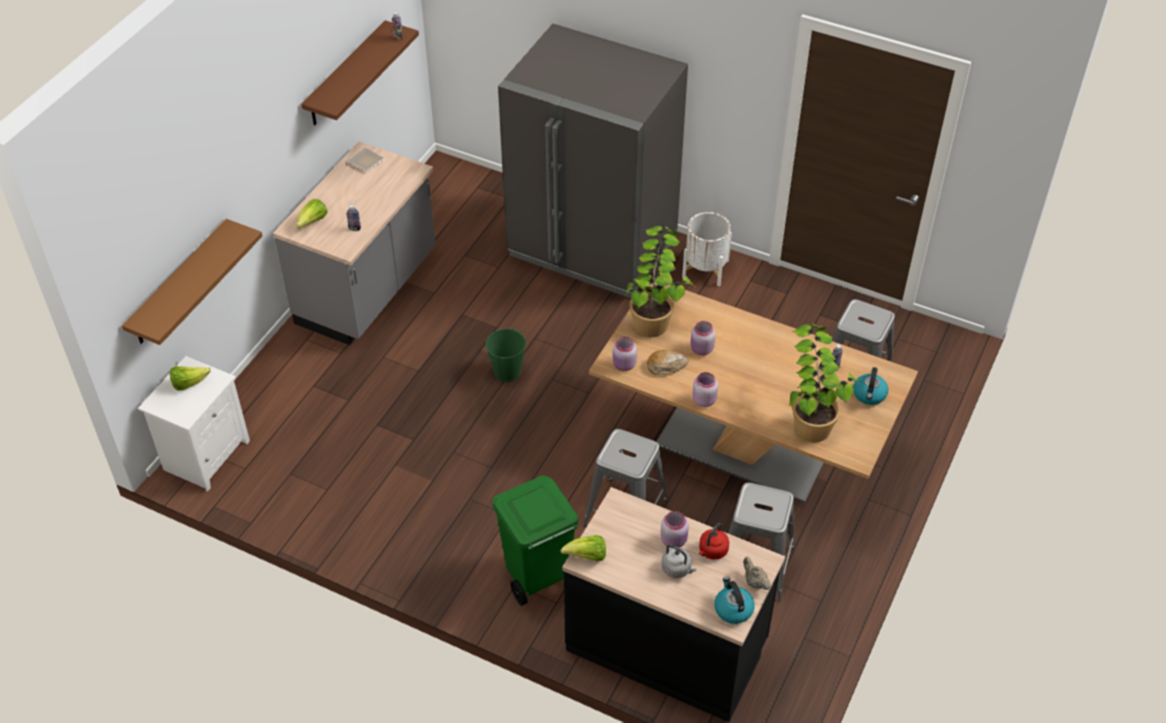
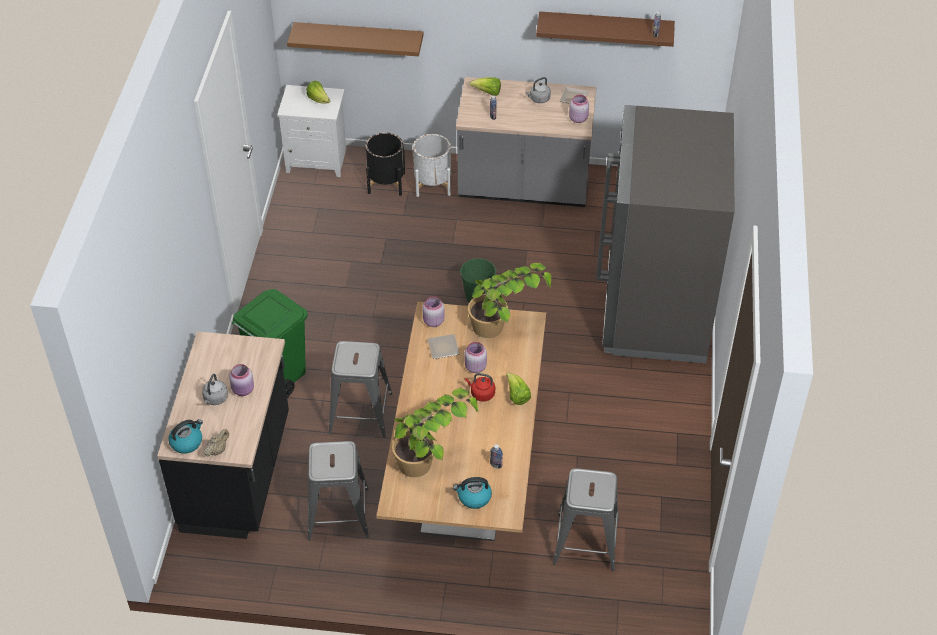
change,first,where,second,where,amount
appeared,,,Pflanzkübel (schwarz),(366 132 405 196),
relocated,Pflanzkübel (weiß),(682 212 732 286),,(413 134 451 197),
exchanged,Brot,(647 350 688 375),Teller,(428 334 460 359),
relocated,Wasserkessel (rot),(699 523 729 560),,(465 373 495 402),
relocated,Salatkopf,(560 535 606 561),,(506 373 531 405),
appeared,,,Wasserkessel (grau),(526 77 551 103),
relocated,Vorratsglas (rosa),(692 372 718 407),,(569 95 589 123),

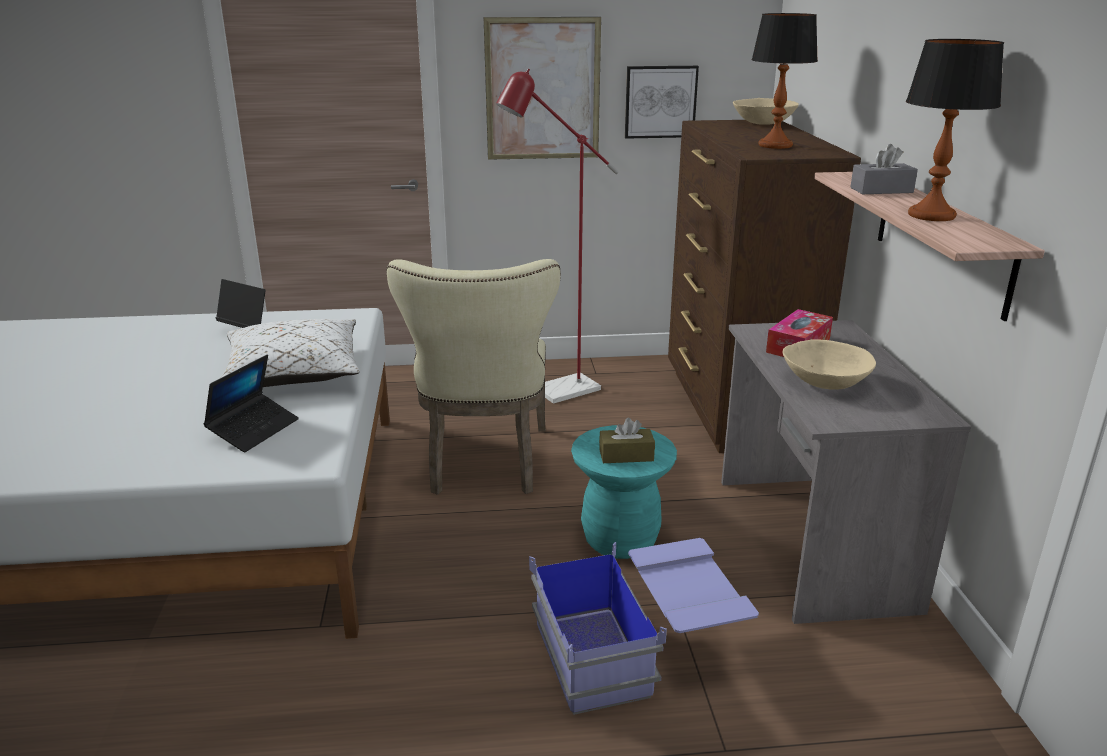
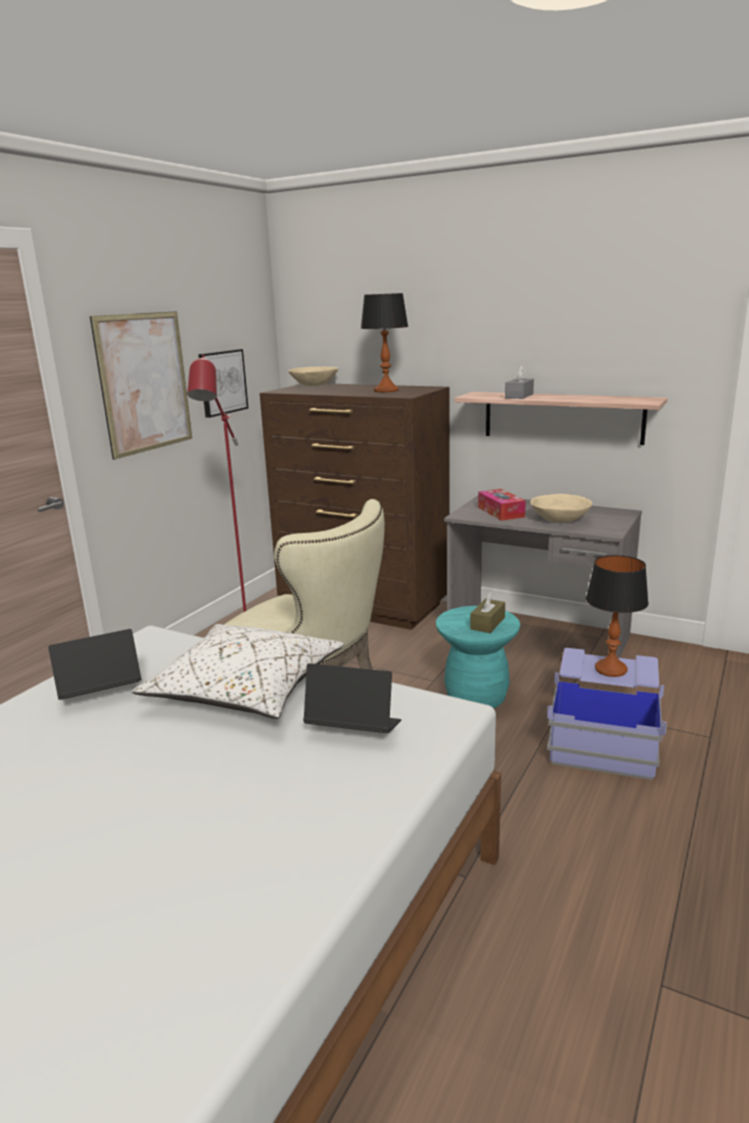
change,first,where,second,where,amount
spun,Laptop,(203 355 299 452),,(303 663 401 733),45 degrees counterclockwise
relocated,Tischlampe,(906 39 1004 221),,(586 555 649 677),

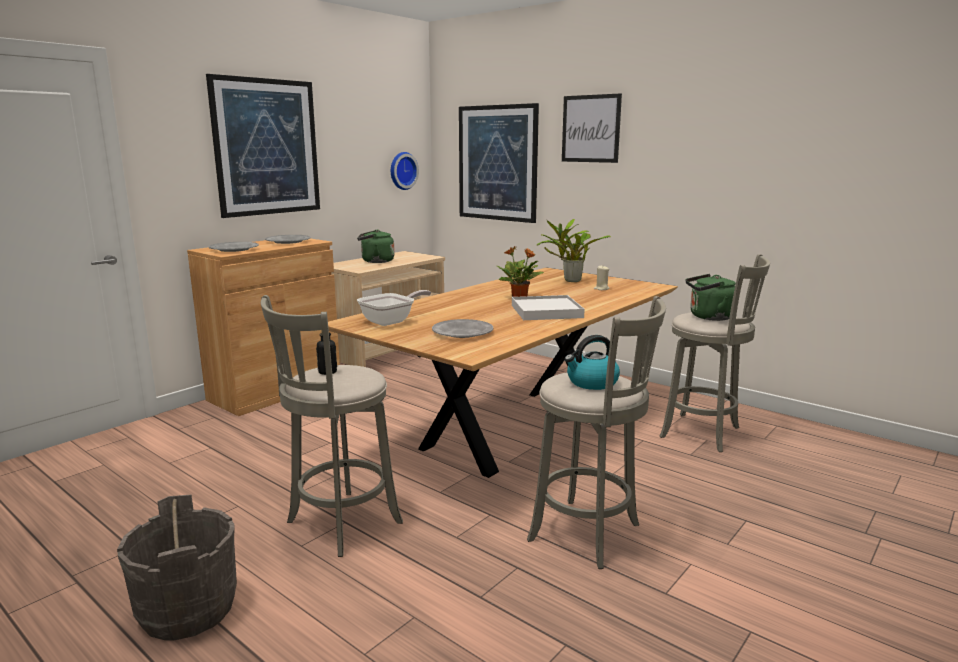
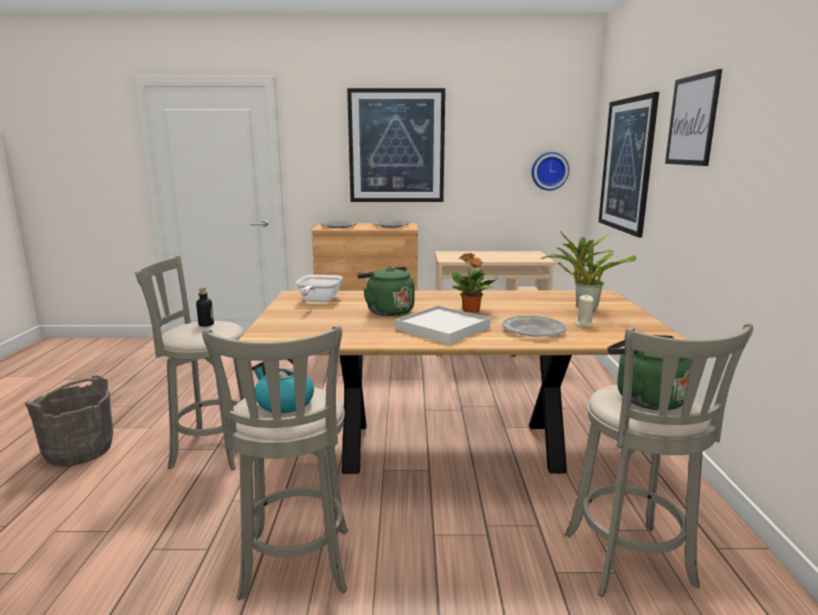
change,first,where,second,where,amount
spun,Pfanne,(357 290 431 326),,(295 275 343 302),90 degrees clockwise
relocated,Wasserkessel (grün),(357 230 394 263),,(358 267 414 316),
relocated,Teller (grau),(432 319 493 338),,(502 316 566 337),

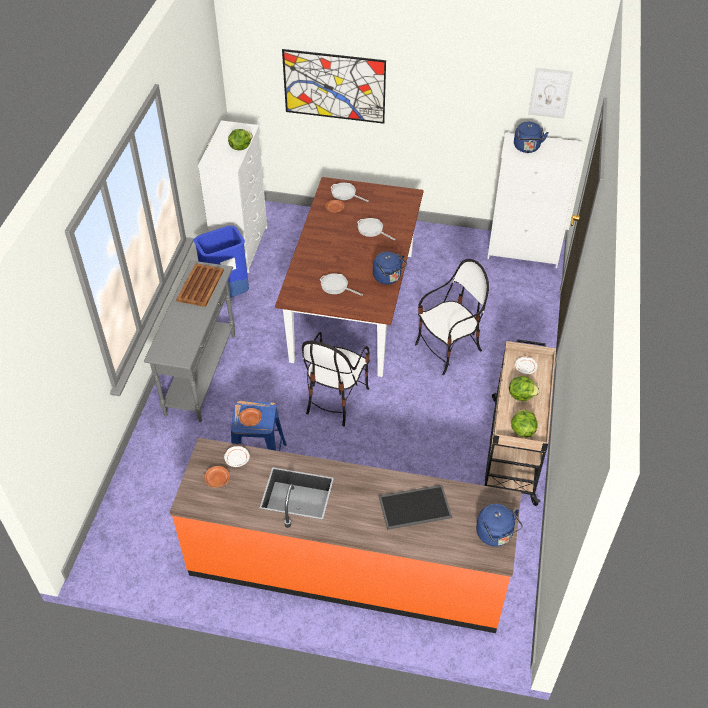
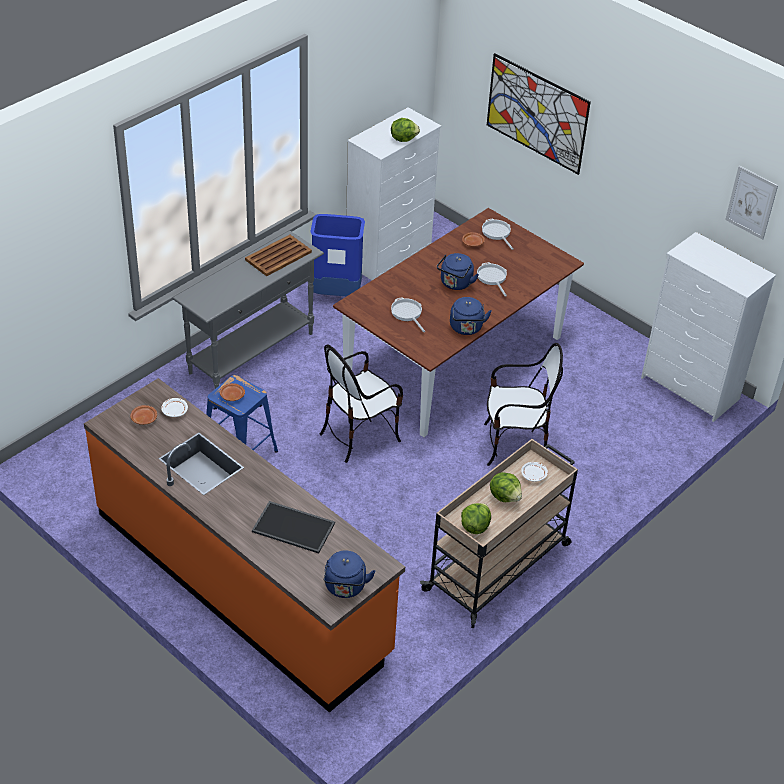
change,first,where,second,where,amount
relocated,Wasserkessel (blau),(514 122 549 153),,(437 253 479 290),

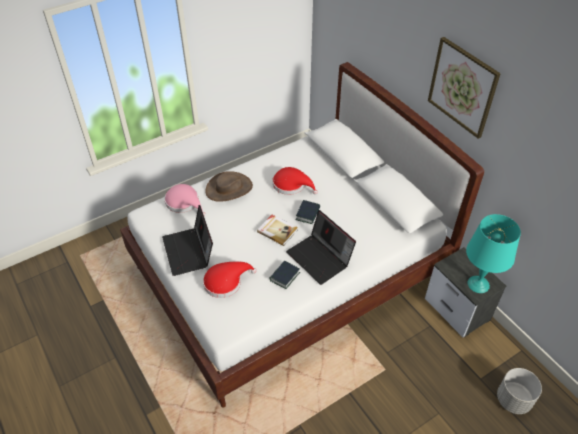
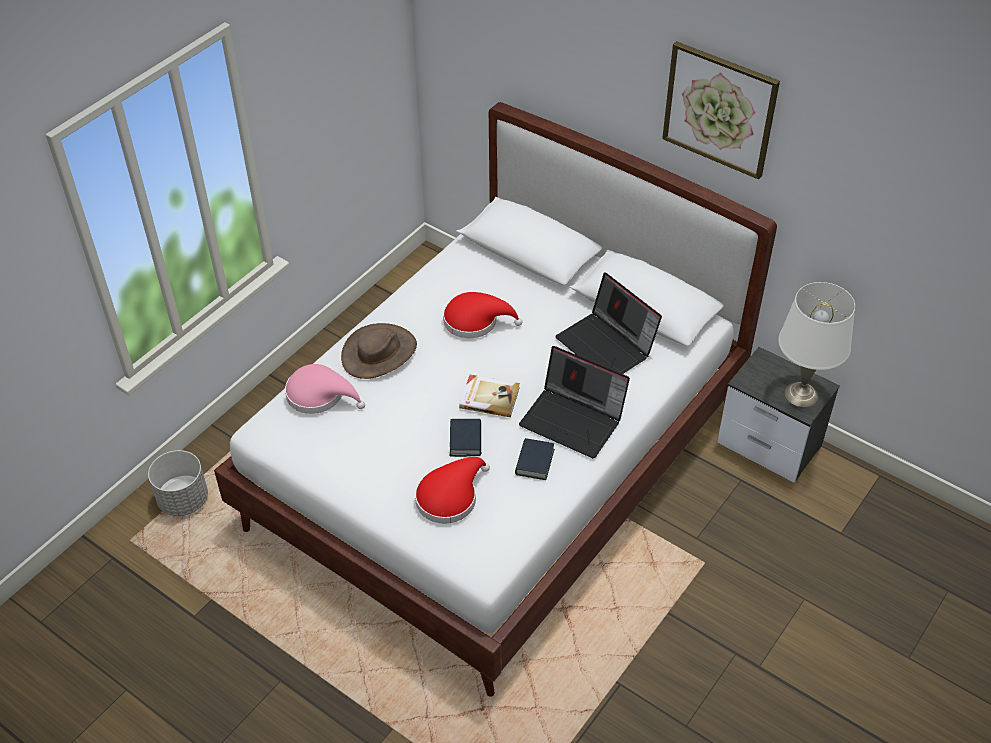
change,first,where,second,where,amount
relocated,Pflanzkübel (grau),(497 368 542 414),,(148 450 208 516),
relocated,Buch,(295 200 320 224),,(450 419 481 457),
relocated,Laptop,(162 205 213 276),,(555 272 662 374),
colour,Tischlampe (türkis),(466 214 521 293),Tischlampe (weiß),(778 282 855 407),

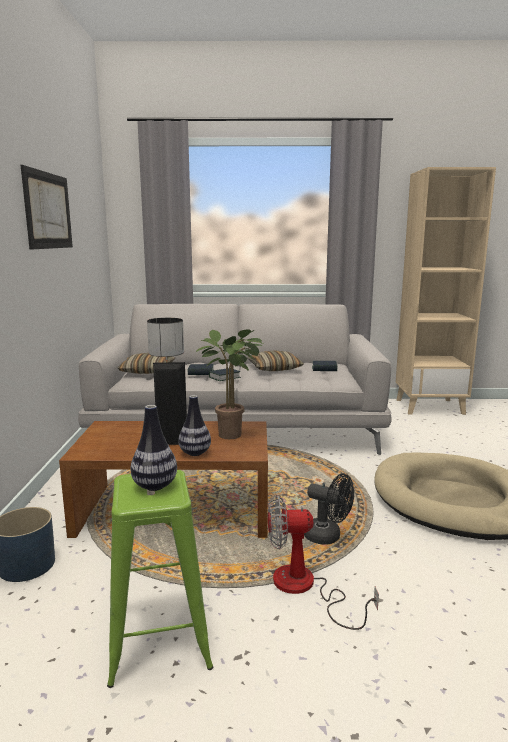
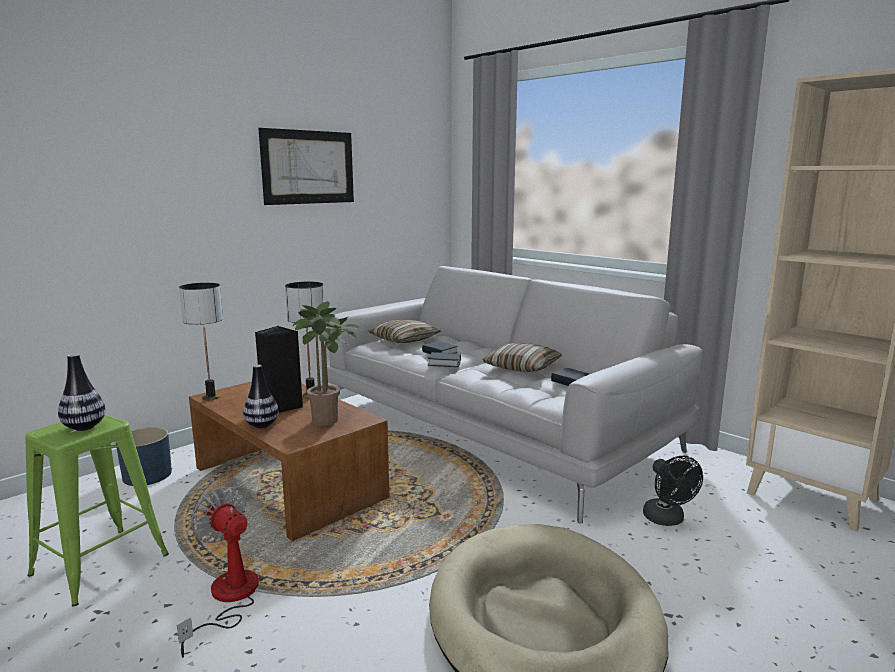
change,first,where,second,where,amount
appeared,,,Tischlampe,(179 283 223 401),
relocated,Ventilator (schwarz),(304 474 354 545),,(643 456 703 526),

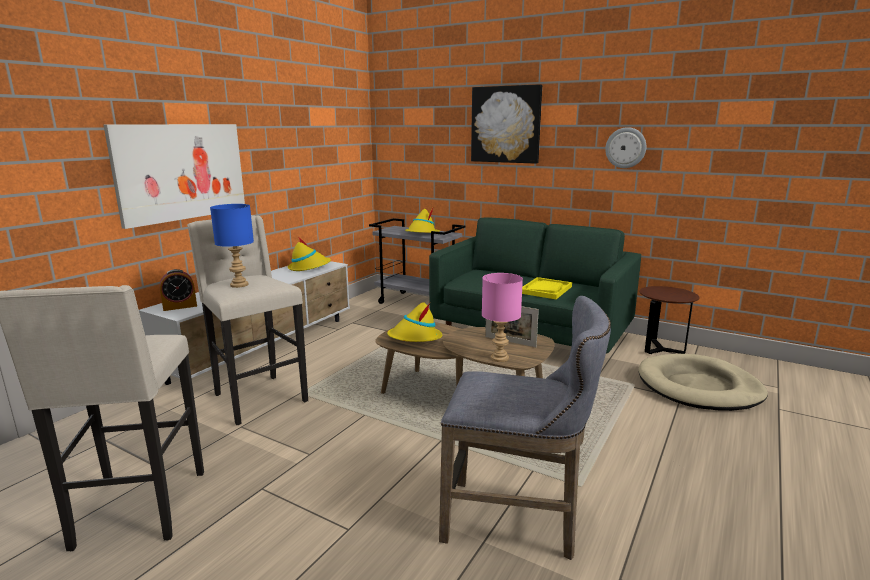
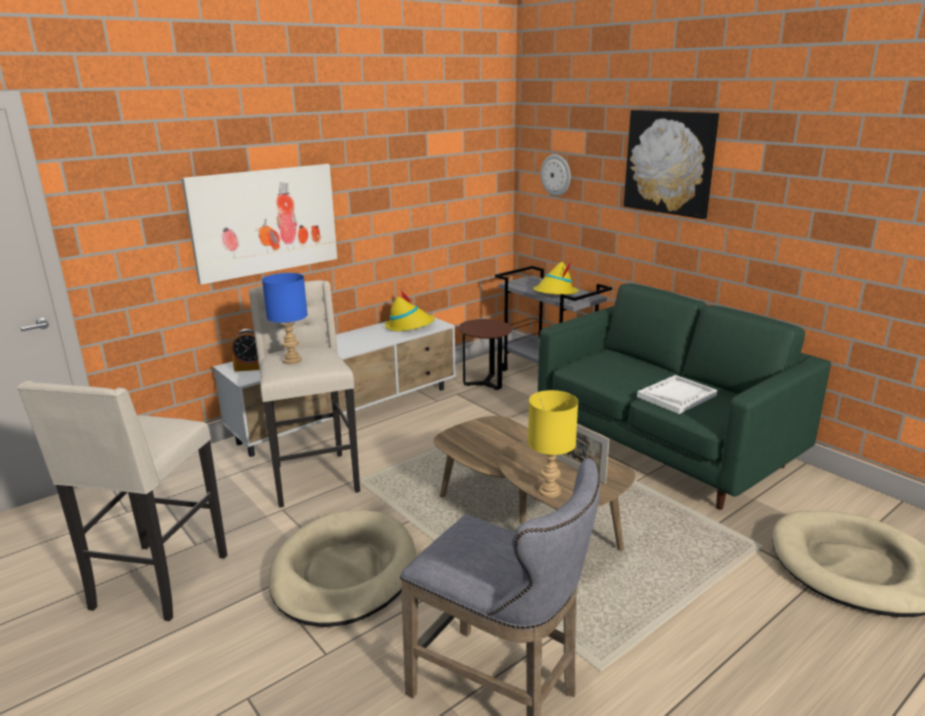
change,first,where,second,where,amount
appeared,,,Hundebett (beige),(268 510 416 627),
relocated,Beistelltisch (braun),(639 286 700 354),,(458 319 512 390),
colour,Tischlampe (rosa),(482 273 523 362),Tischlampe (gelb),(528 390 578 498),
relocated,Wanduhr,(605 127 646 168),,(541 154 571 196),
colour,Tablett (gelb),(522 277 572 299),Tablett (weiß),(637 375 717 414),
missing,Hut (gelb),(387 302 442 342),,,

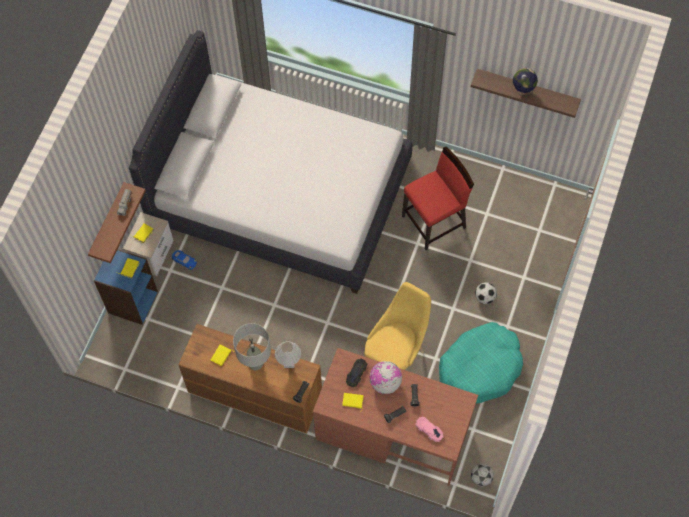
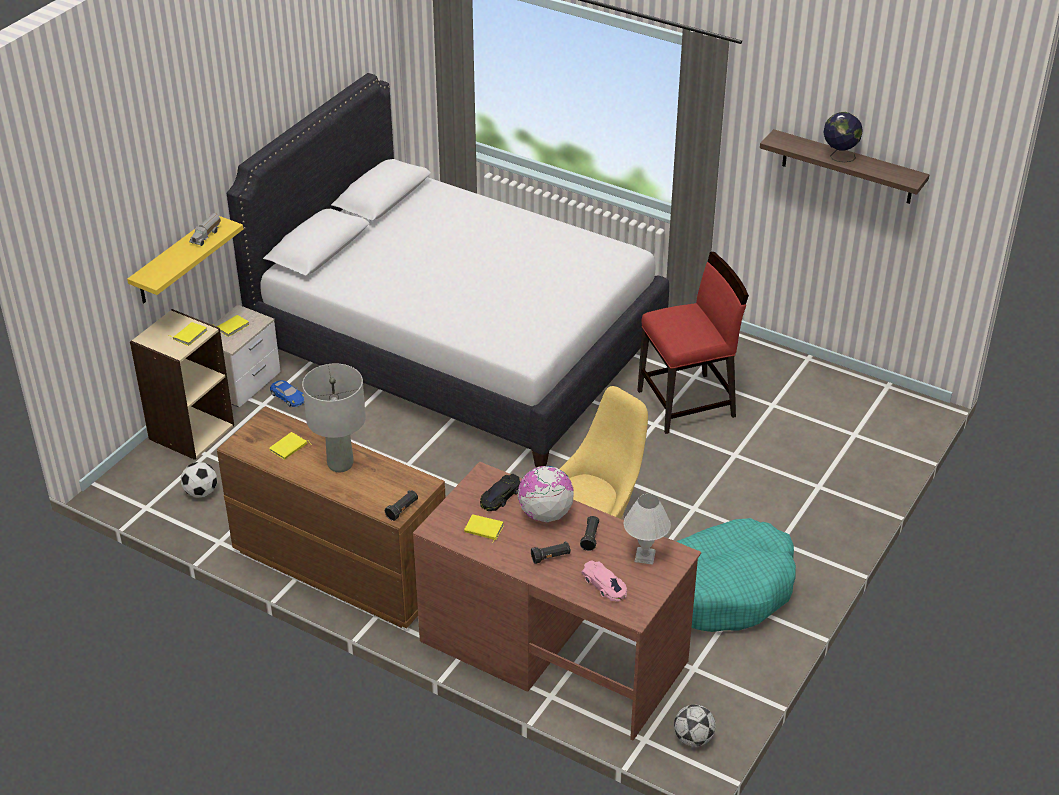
change,first,where,second,where,amount
colour,Wandregal (braun),(88 182 146 263),Wandregal (gelb),(127 216 243 303),
colour,Bücherregal (blau),(94 249 158 325),Bücherregal (beige),(130 309 234 460),
relocated,Fußball,(475 283 497 304),,(181 462 217 498),
relocated,Tischlampe (weiß),(275 341 301 368),,(624 494 671 565),

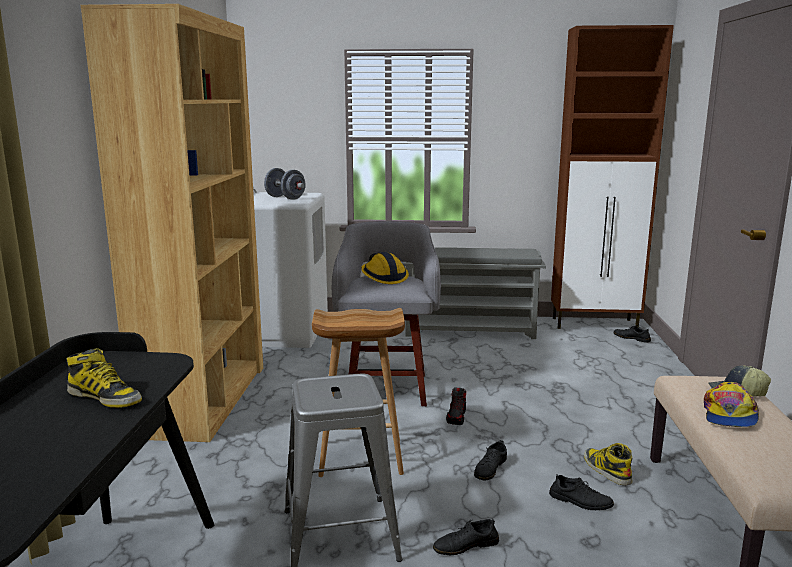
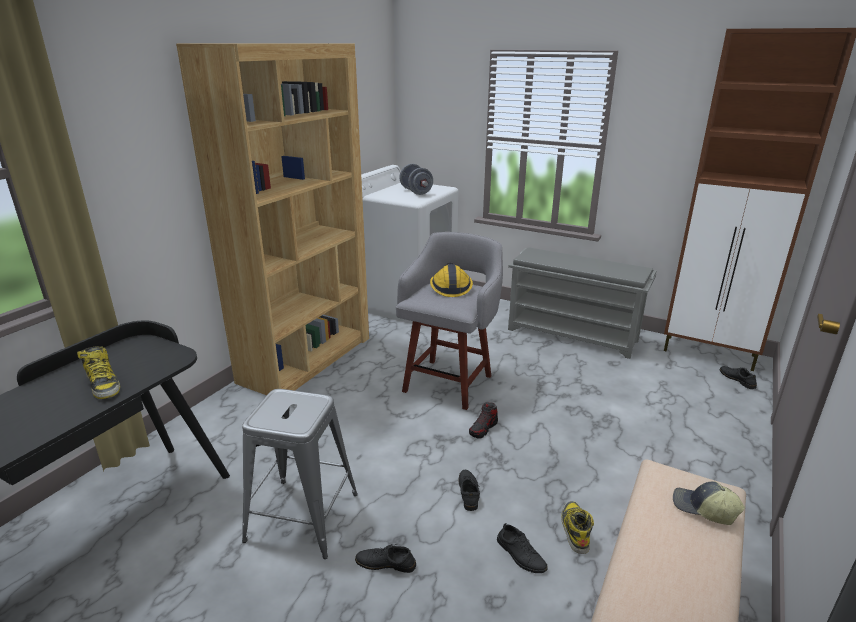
change,first,where,second,where,amount
spun,Schuh (schwarz),(474 440 507 480),,(458 470 480 511),120 degrees clockwise
missing,Hocker (braun),(312 308 405 477),,,
missing,Kappe,(704 382 759 427),,,

